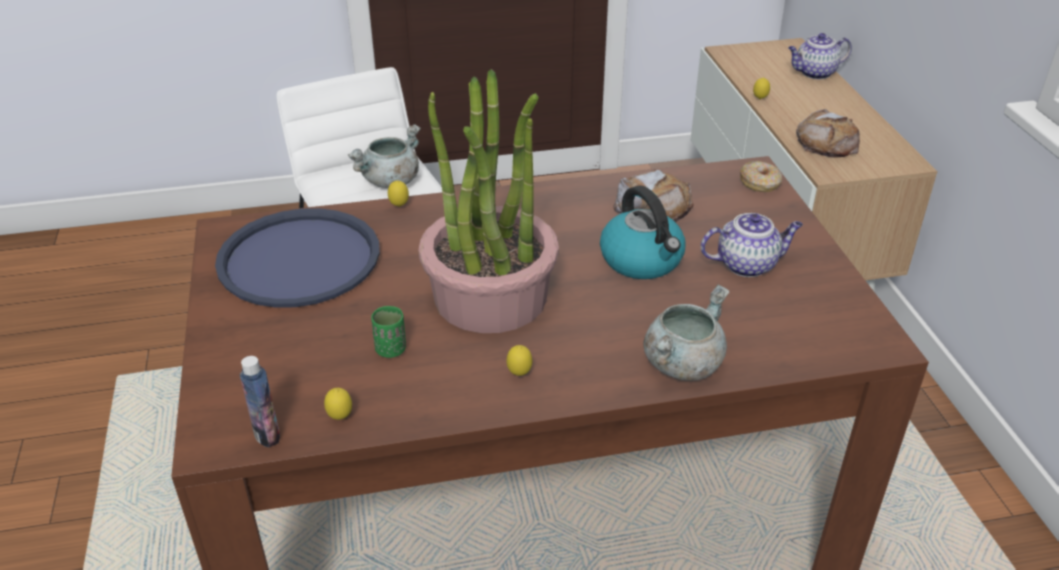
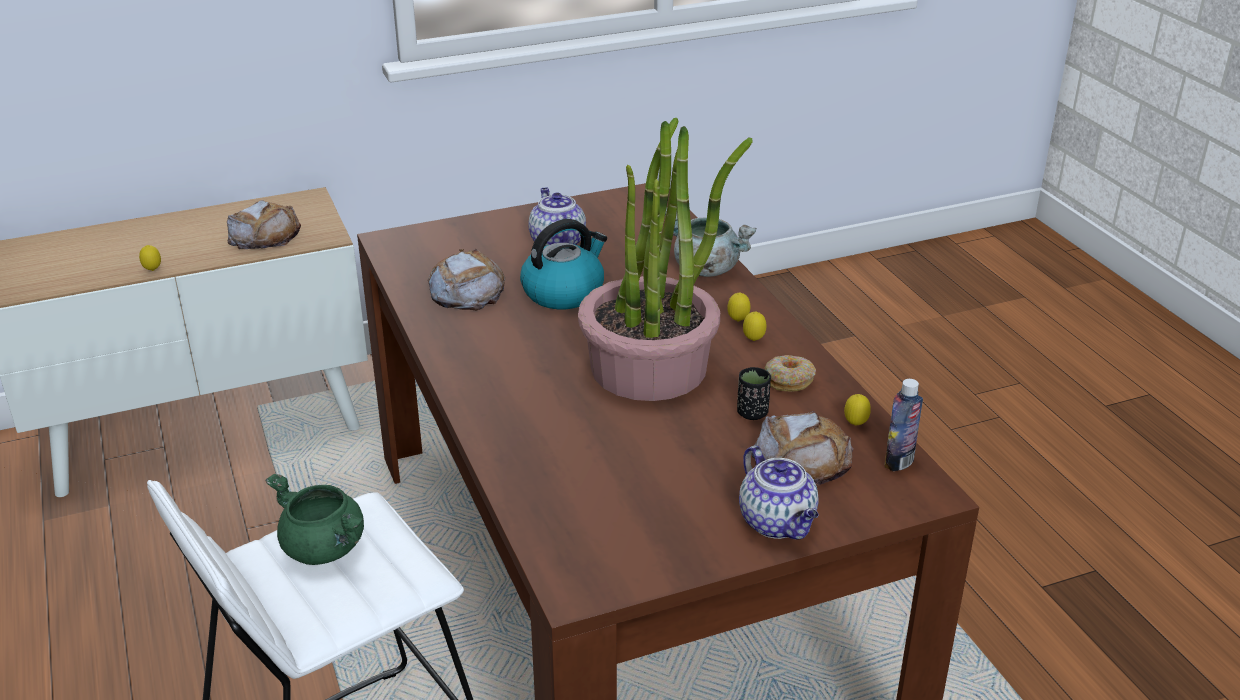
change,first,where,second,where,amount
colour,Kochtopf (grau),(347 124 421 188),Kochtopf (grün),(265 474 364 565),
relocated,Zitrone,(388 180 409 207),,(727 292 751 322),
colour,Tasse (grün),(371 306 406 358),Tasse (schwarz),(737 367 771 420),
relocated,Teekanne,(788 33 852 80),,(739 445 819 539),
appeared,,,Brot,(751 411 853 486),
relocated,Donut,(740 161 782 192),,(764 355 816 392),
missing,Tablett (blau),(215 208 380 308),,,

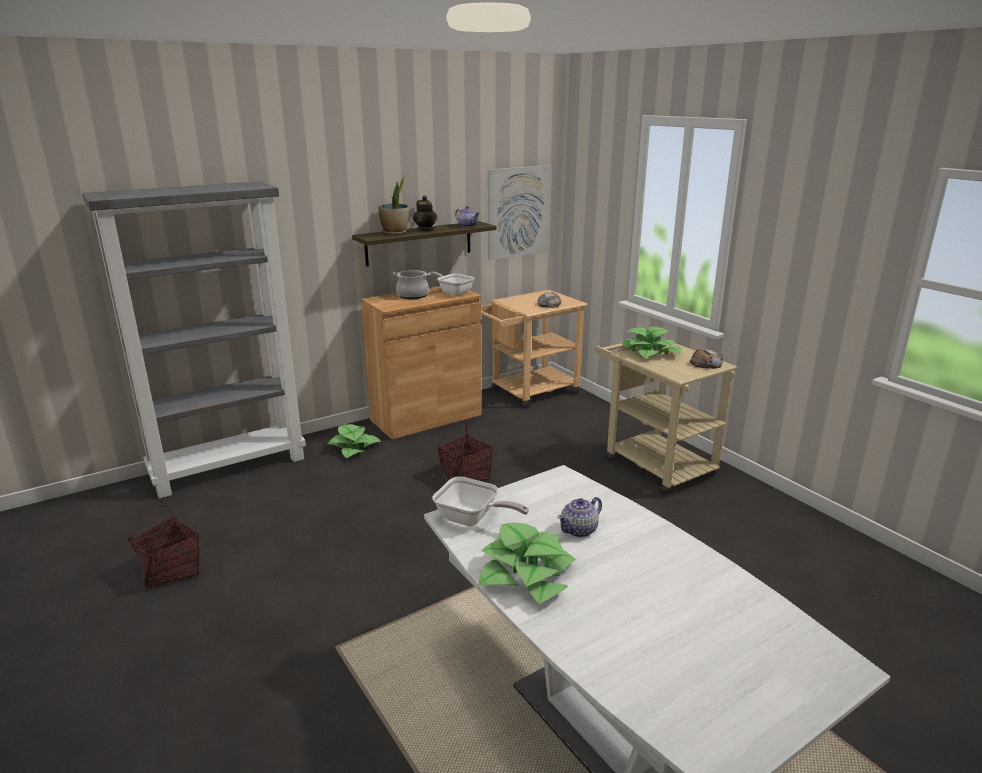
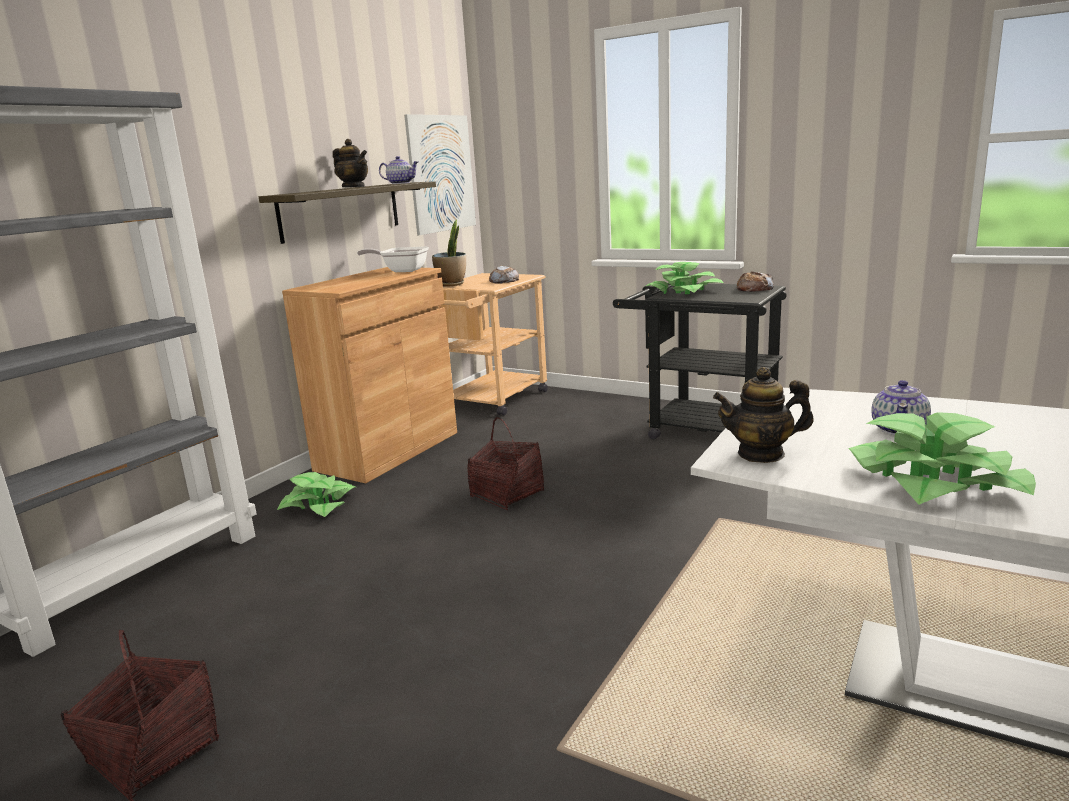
change,first,where,second,where,amount
relocated,Topfpflanze,(378 175 409 235),,(432 220 466 287),
colour,Rollwagen (beige),(595 343 737 495),Rollwagen (schwarz),(613 283 787 440),
exchanged,Pfanne,(432 476 529 526),Teekanne,(713 367 814 463),
missing,Kochtopf,(393 270 431 299),,,

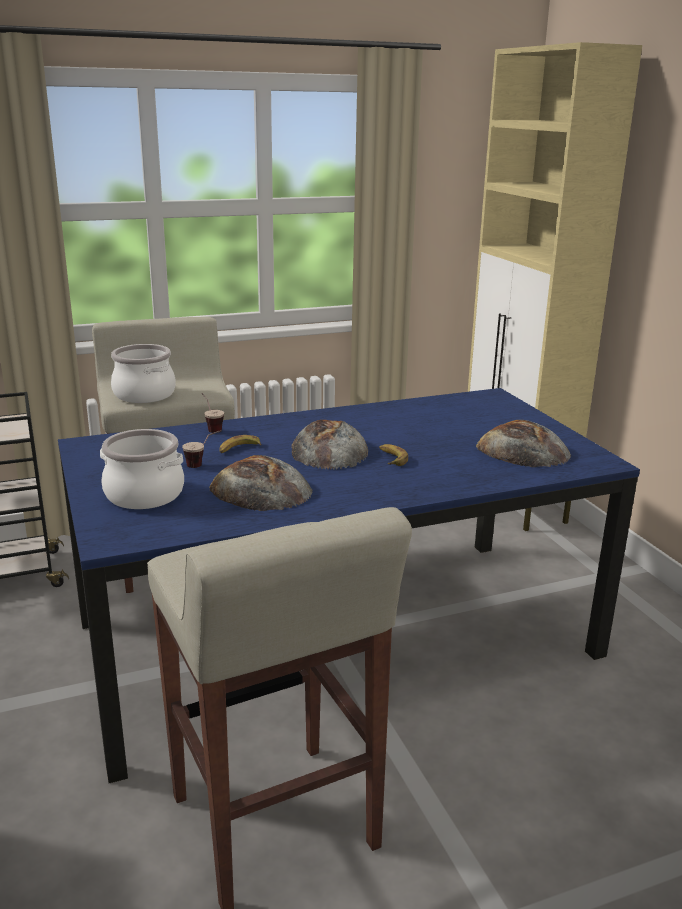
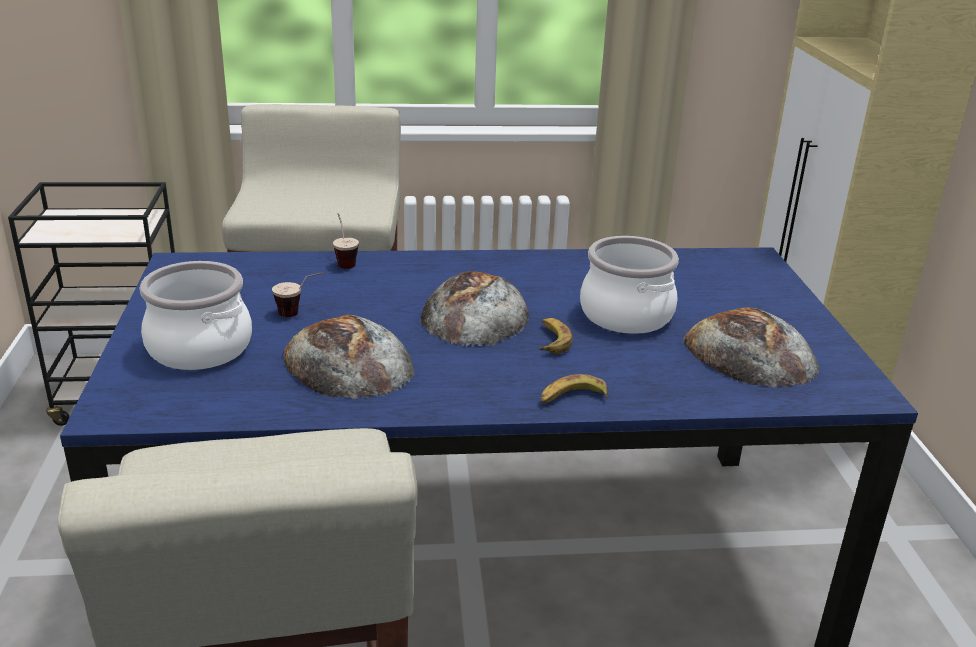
change,first,where,second,where,amount
relocated,Banane,(219 435 261 453),,(541 374 609 404),
relocated,Kochtopf,(111 344 176 403),,(580 236 679 334),

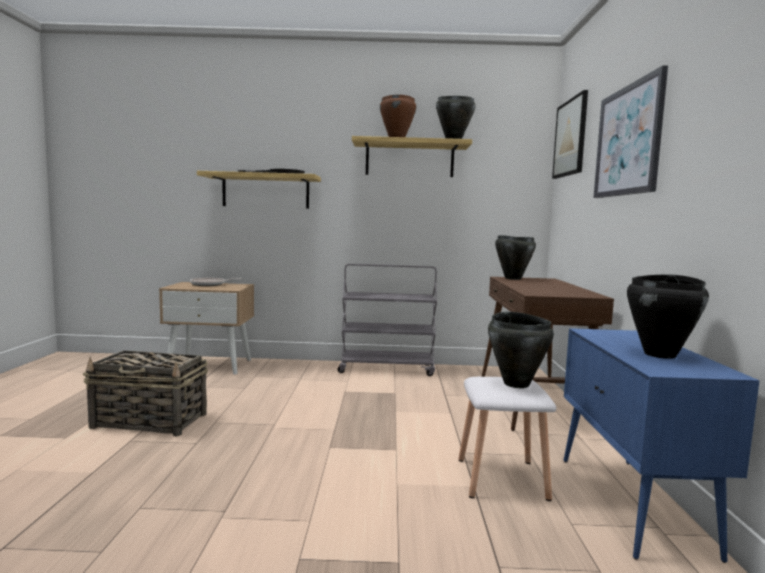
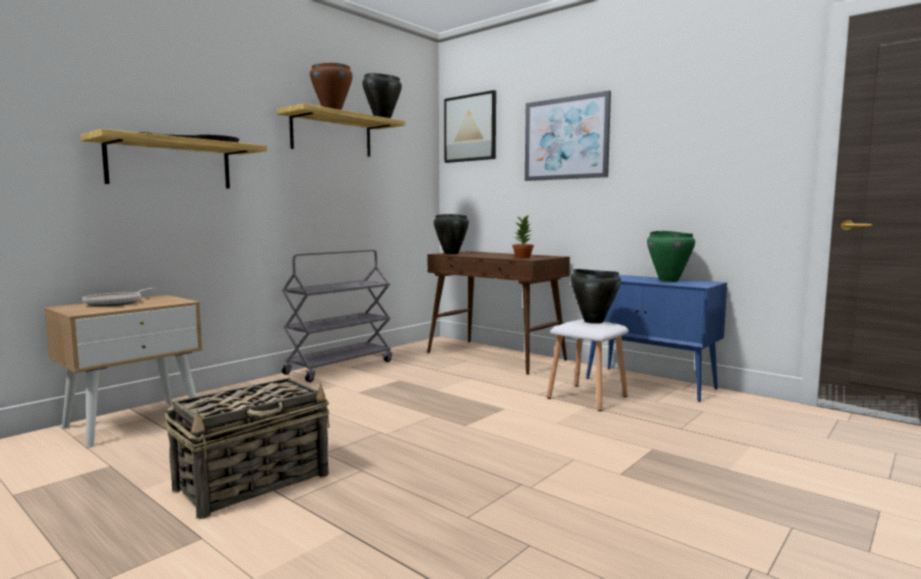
change,first,where,second,where,amount
appeared,,,Topfpflanze,(513 214 534 258),
colour,Kochtopf (schwarz),(627 274 709 359),Kochtopf (grün),(647 231 695 282),

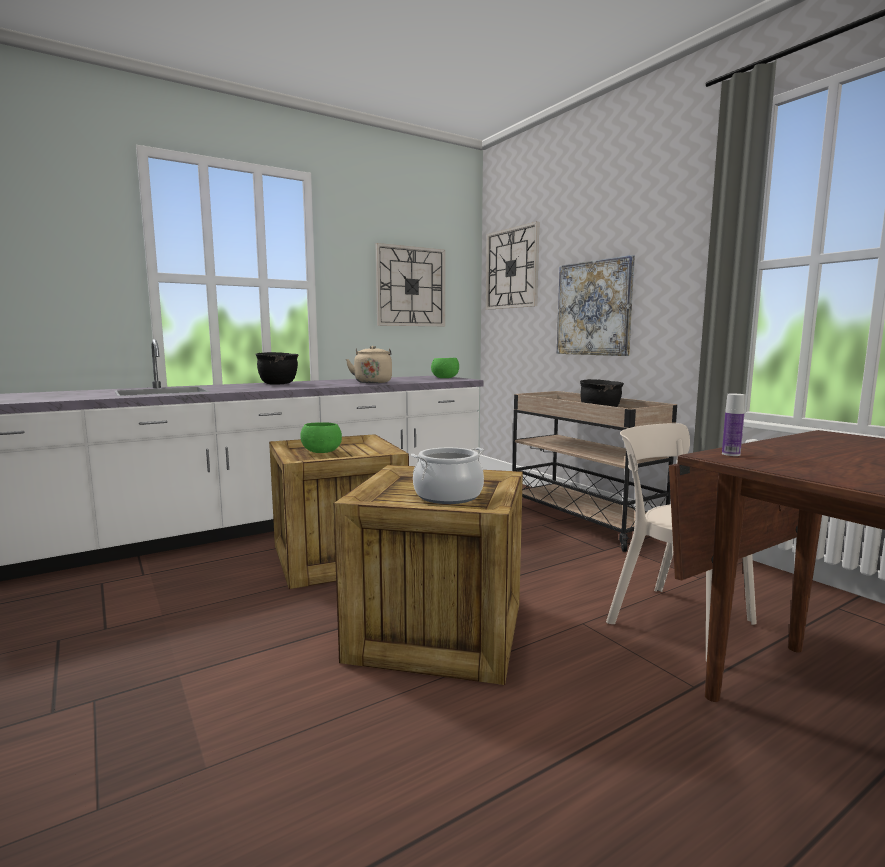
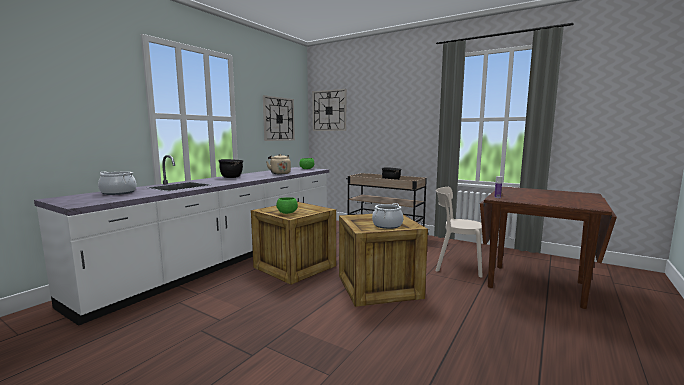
change,first,where,second,where,amount
appeared,,,Kochtopf,(98 172 137 195),
missing,Bild,(557 255 635 356),,,

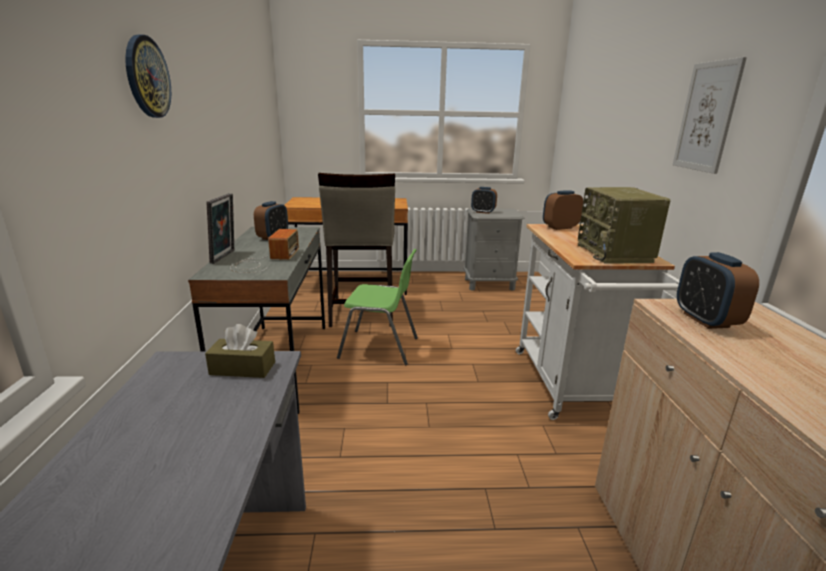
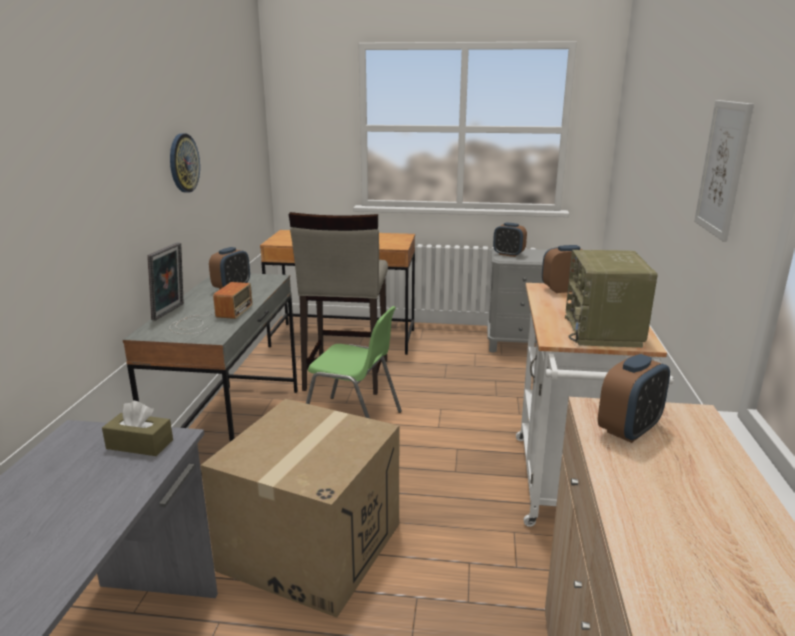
change,first,where,second,where,amount
relocated,Wanduhr,(125 35 171 118),,(170 133 200 193),
appeared,,,Karton,(201 399 399 618),
spun,Wecker,(677 252 759 329),,(598 354 670 443),135 degrees counterclockwise

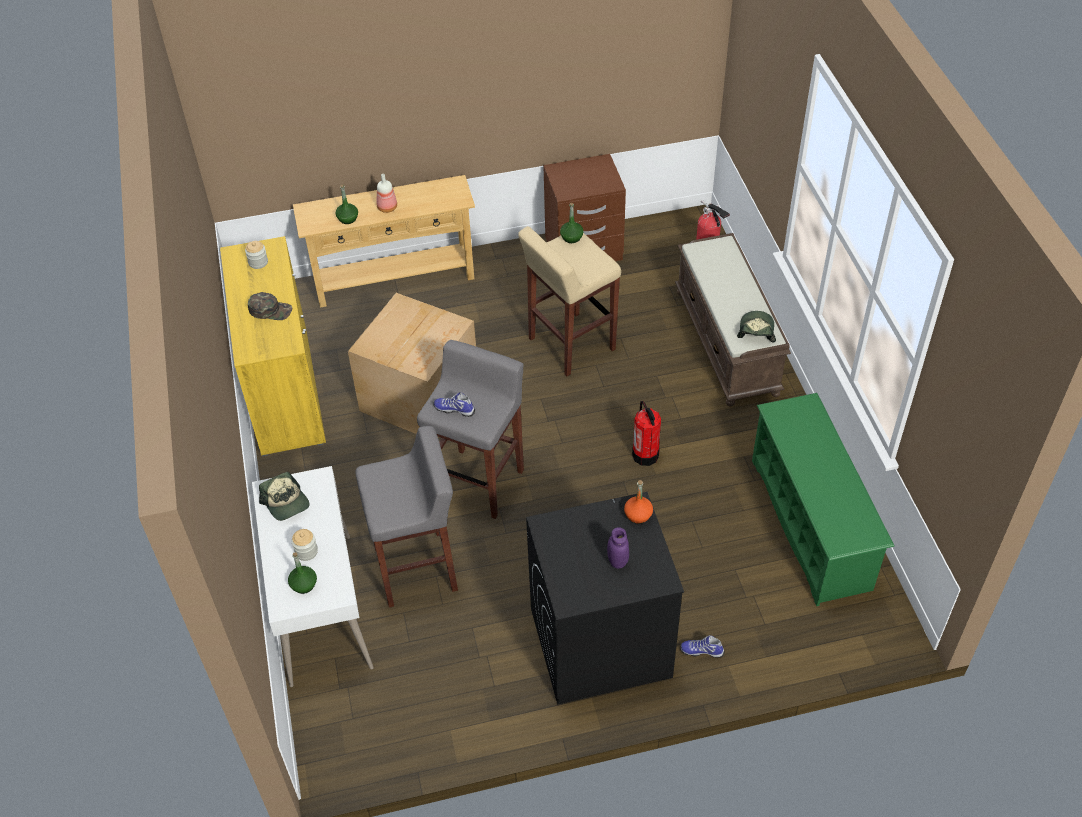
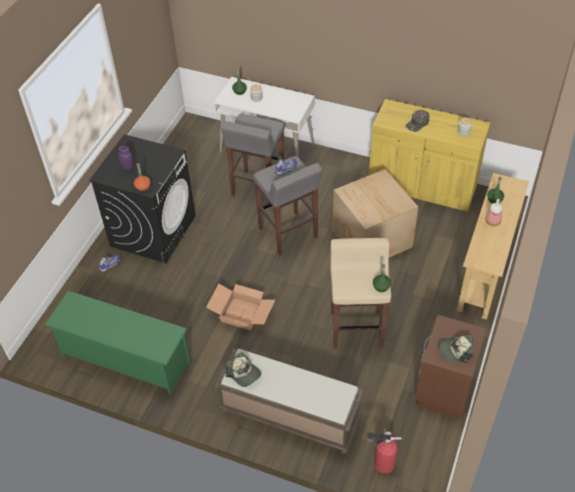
change,first,where,second,where,amount
exchanged,Feuerlöscher,(632 401 661 466),Karton,(206 284 275 330),
relocated,Kappe,(259 472 310 521),,(439 334 474 363),

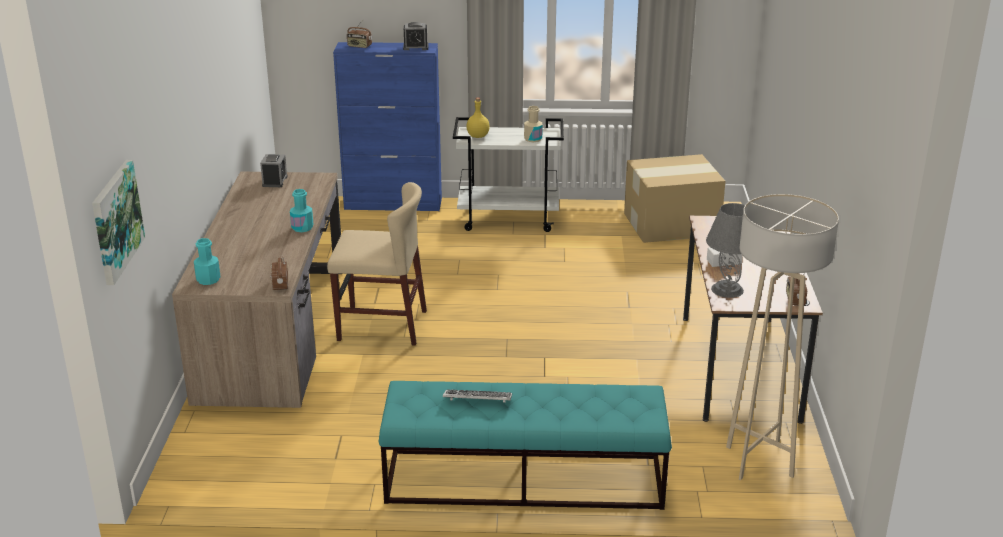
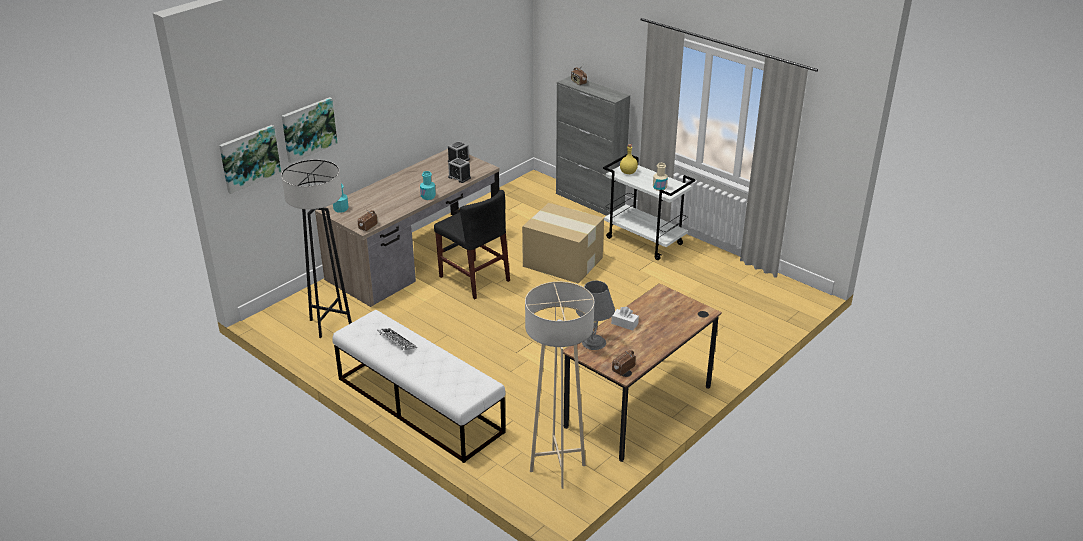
change,first,where,second,where,amount
appeared,,,Stehlampe (grau),(281 160 352 338),
appeared,,,Bild,(282 97 338 163),
colour,Bank (türkis),(378 381 672 510),Bank (weiß),(333 310 506 463),
colour,Stuhl (beige),(327 182 427 346),Stuhl (schwarz),(434 190 510 299),
relocated,Wecker,(403 22 429 50),,(448 158 471 183),
relocated,Karton,(624 154 726 243),,(522 203 604 284),
colour,Schrank (blau),(333 42 442 211),Schrank (grau),(556 76 630 216),

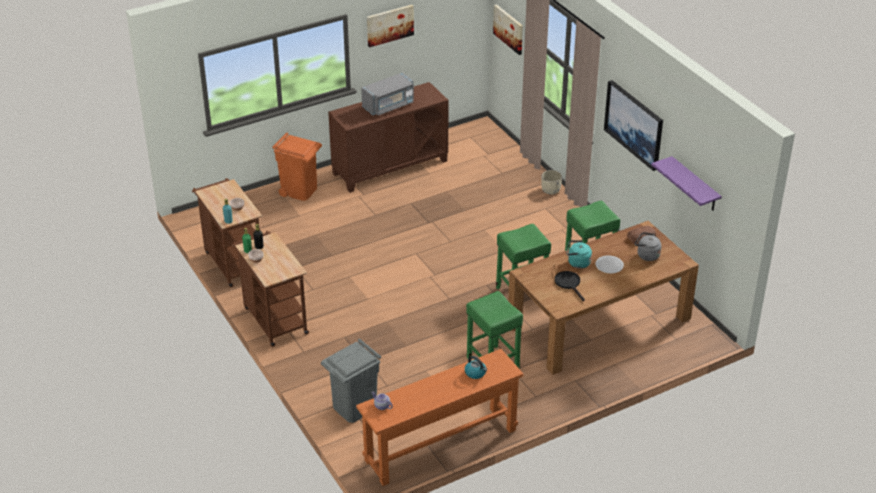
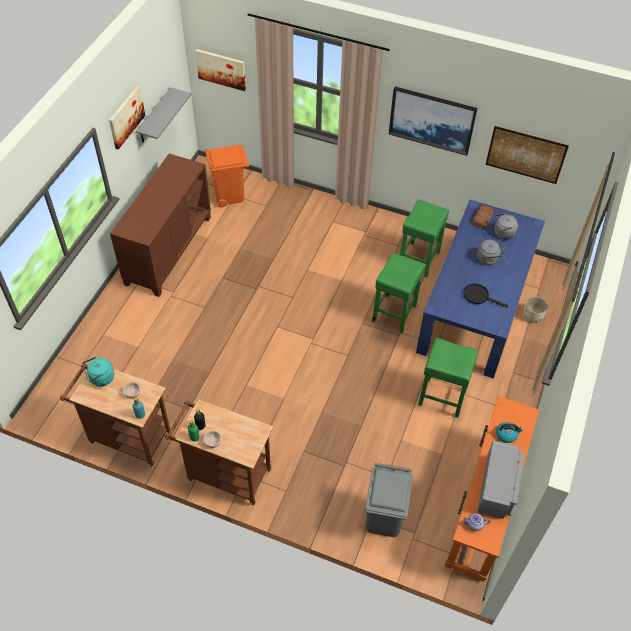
change,first,where,second,where,amount
relocated,Wasserkessel (türkis),(566 240 592 269),,(82 357 114 387),
appeared,,,Wandregal (grau),(136 87 191 142),
relocated,Mülleimer (orange),(272 133 322 201),,(205 145 249 207),
colour,Esstisch (braun),(508 221 699 375),Esstisch (blau),(416 200 545 378),
exchanged,Teller (weiß),(595 255 624 273),Wasserkessel (grau),(477 240 505 265),
relocated,Mikrowelle (grau),(361 72 414 115),,(477 440 524 519),
exchanged,Wandregal (lila),(651 156 722 211),Bild,(486 126 569 184),
relocated,Pflanzkübel (beige),(541 170 562 194),,(524 296 548 323),

